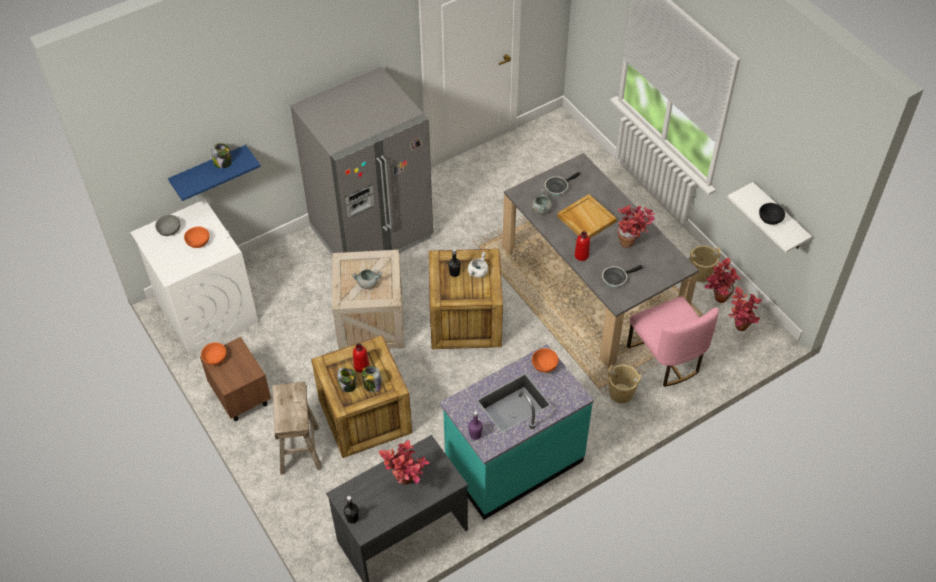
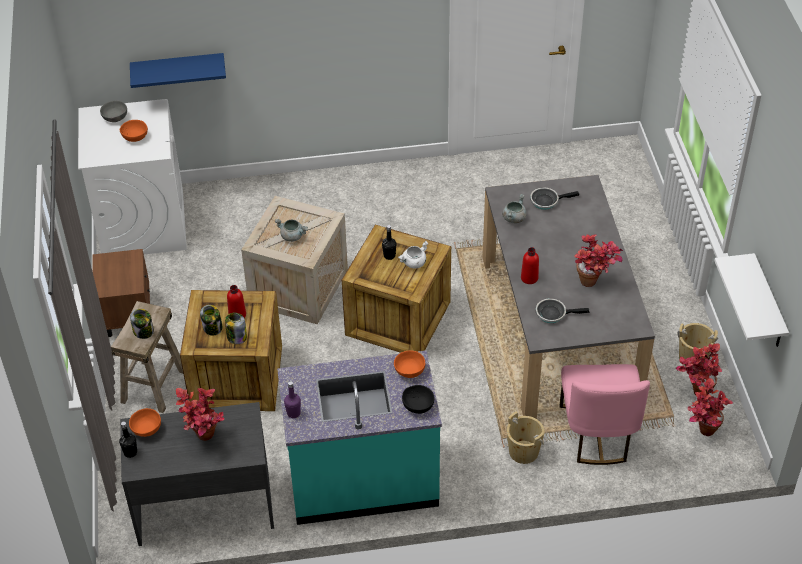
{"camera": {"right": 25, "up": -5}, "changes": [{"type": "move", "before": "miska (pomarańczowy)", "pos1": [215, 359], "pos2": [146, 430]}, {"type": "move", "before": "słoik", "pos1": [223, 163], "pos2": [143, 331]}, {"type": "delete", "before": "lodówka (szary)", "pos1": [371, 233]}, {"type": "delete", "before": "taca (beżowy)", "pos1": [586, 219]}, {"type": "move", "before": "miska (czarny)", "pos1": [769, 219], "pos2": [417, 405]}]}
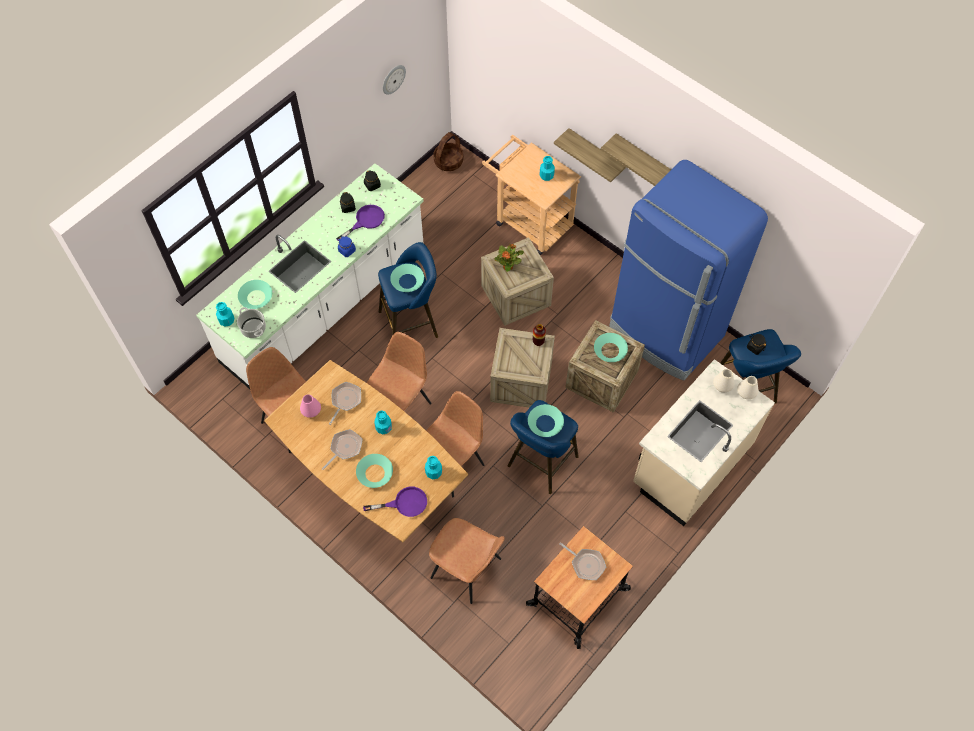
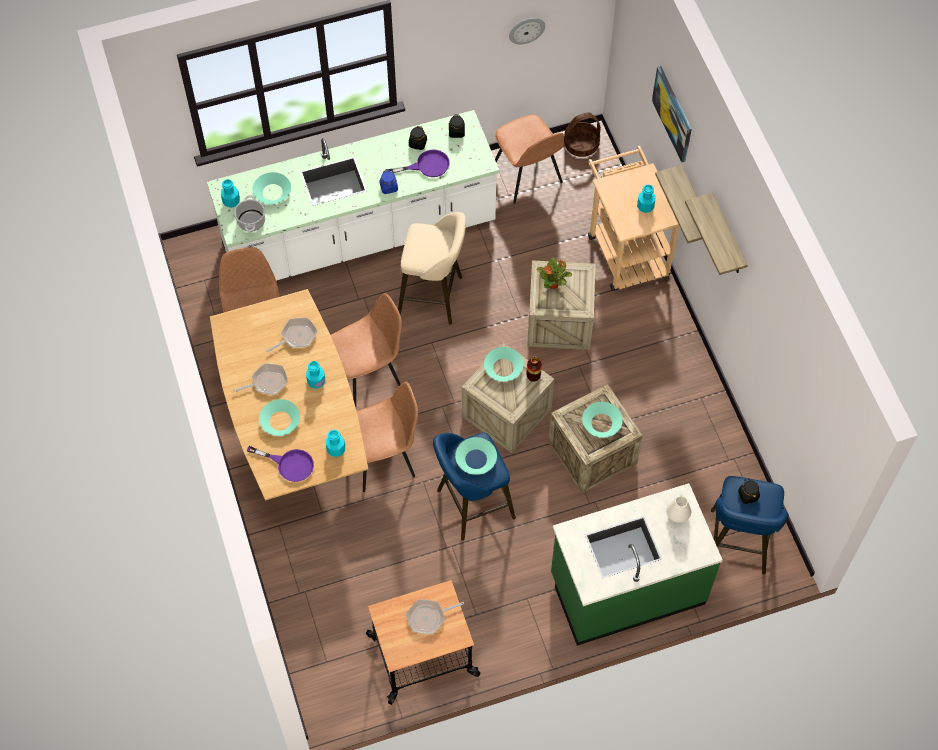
{"camera": {"right": 30, "up": 0}, "changes": [{"type": "delete", "before": "wazon (różowy)", "pos1": [311, 411]}, {"type": "recolor", "before": "stołek (niebieski)", "after": "stołek (beżowy)", "pos1": [412, 323], "pos2": [434, 296]}, {"type": "move", "before": "miska (turkusowy)", "pos1": [407, 281], "pos2": [503, 367]}, {"type": "move", "before": "krzesło (brązowy)", "pos1": [467, 569], "pos2": [527, 177]}, {"type": "rotate", "before": "patelnia", "pos1": [586, 564], "pos2": [429, 617], "turn": 90}, {"type": "delete", "before": "lodówka (niebieski)", "pos1": [666, 332]}, {"type": "recolor", "before": "zabudowa kuchenna (beżowy)", "after": "zabudowa kuchenna (zielony)", "pos1": [690, 464], "pos2": [626, 588]}, {"type": "delete", "before": "wazon (biały)", "pos1": [746, 393]}, {"type": "insert", "after": "obraz", "pos2": [673, 114]}]}
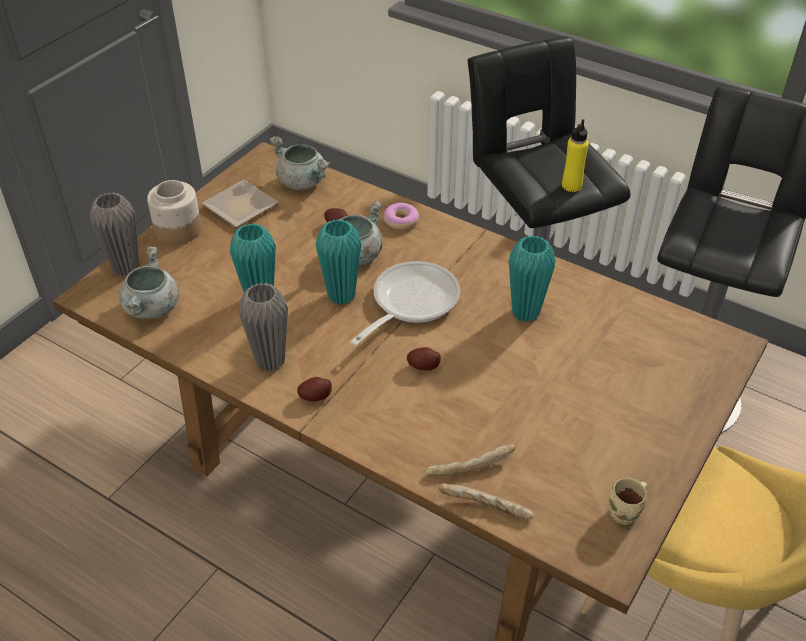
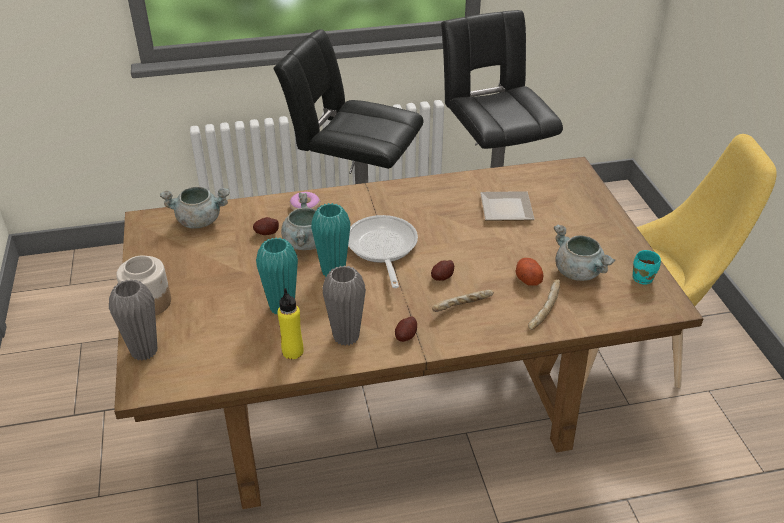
{"camera": {"right": -45, "up": -5}, "changes": [{"type": "move", "before": "garnek (szary)", "pos1": [153, 308], "pos2": [579, 272]}, {"type": "move", "before": "talerz", "pos1": [240, 208], "pos2": [508, 210]}, {"type": "move", "before": "chleb", "pos1": [485, 508], "pos2": [463, 306]}, {"type": "delete", "before": "wazon (turkusowy)", "pos1": [525, 312]}, {"type": "move", "before": "butelka (żółty)", "pos1": [571, 186], "pos2": [292, 351]}, {"type": "recolor", "before": "kubek (beżowy)", "after": "kubek (turkusowy)", "pos1": [626, 514], "pos2": [643, 278]}, {"type": "insert", "after": "ziemniak", "pos2": [527, 278]}]}
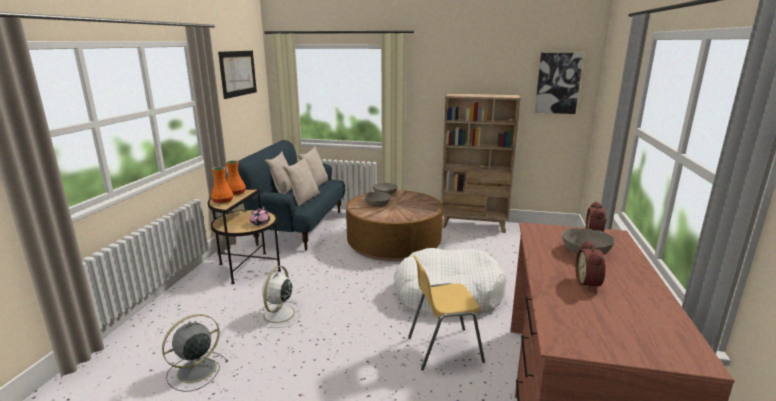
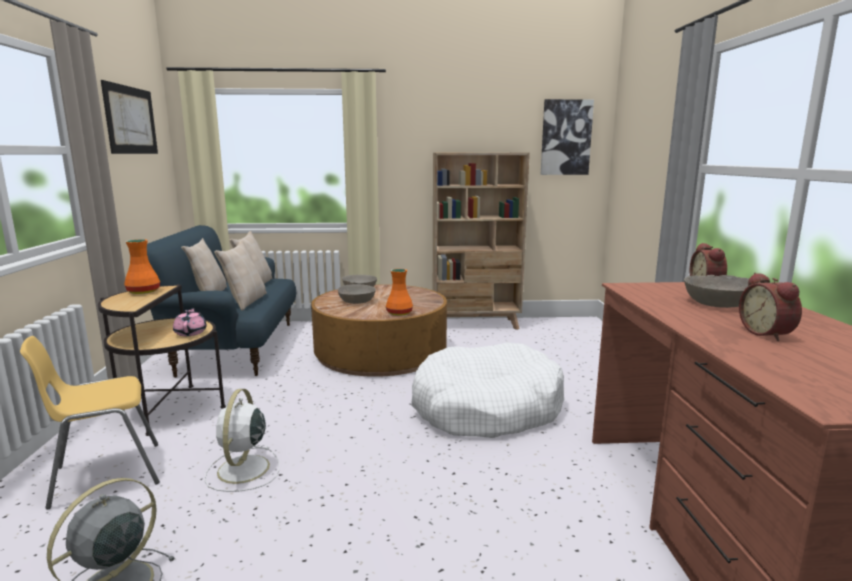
{"camera": {"right": -15, "up": -5}, "changes": [{"type": "move", "before": "wazon (pomarańczowy)", "pos1": [222, 201], "pos2": [398, 313]}, {"type": "move", "before": "krzesło (żółty)", "pos1": [443, 349], "pos2": [106, 475]}]}
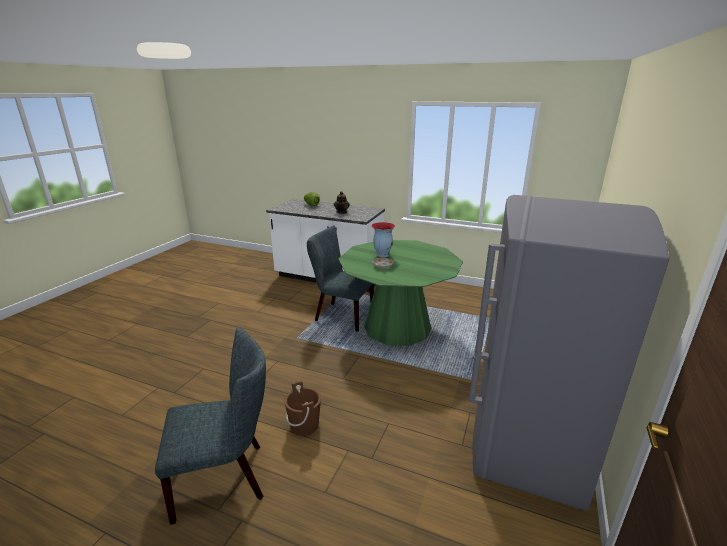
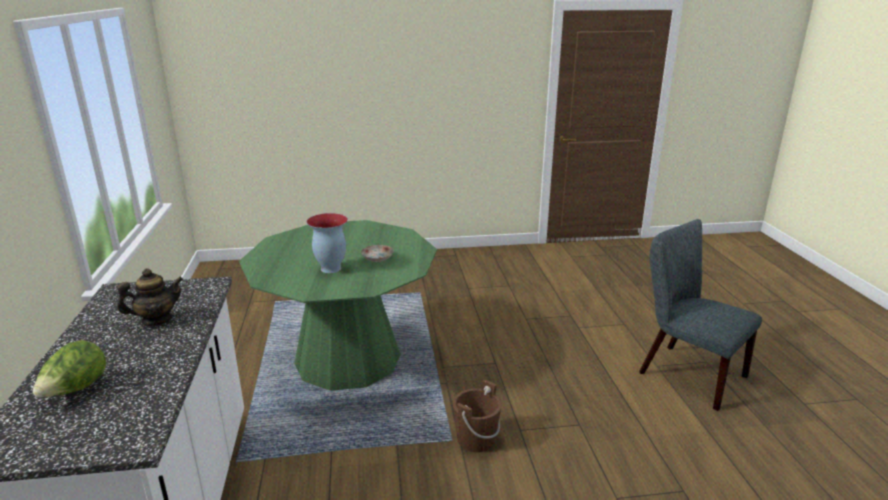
{"camera": {"right": -120, "up": 0}, "changes": [{"type": "move", "before": "wiadro (brązowy)", "pos1": [304, 425], "pos2": [476, 439]}, {"type": "delete", "before": "krzesło (szary)", "pos1": [340, 315]}, {"type": "delete", "before": "lodówka (szary)", "pos1": [527, 444]}]}
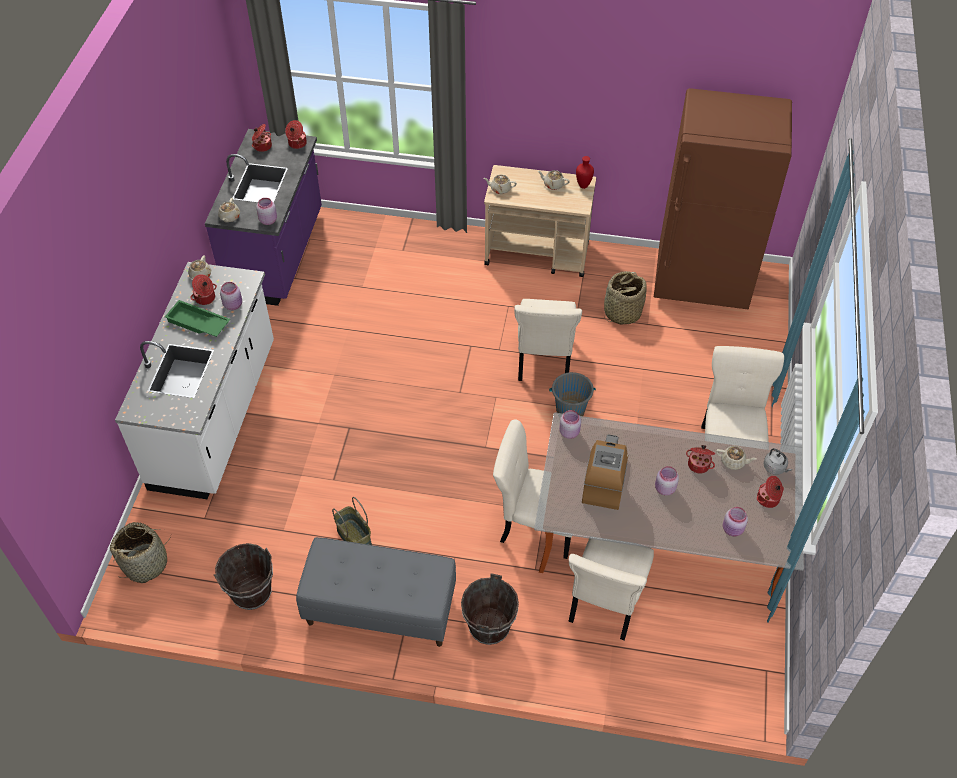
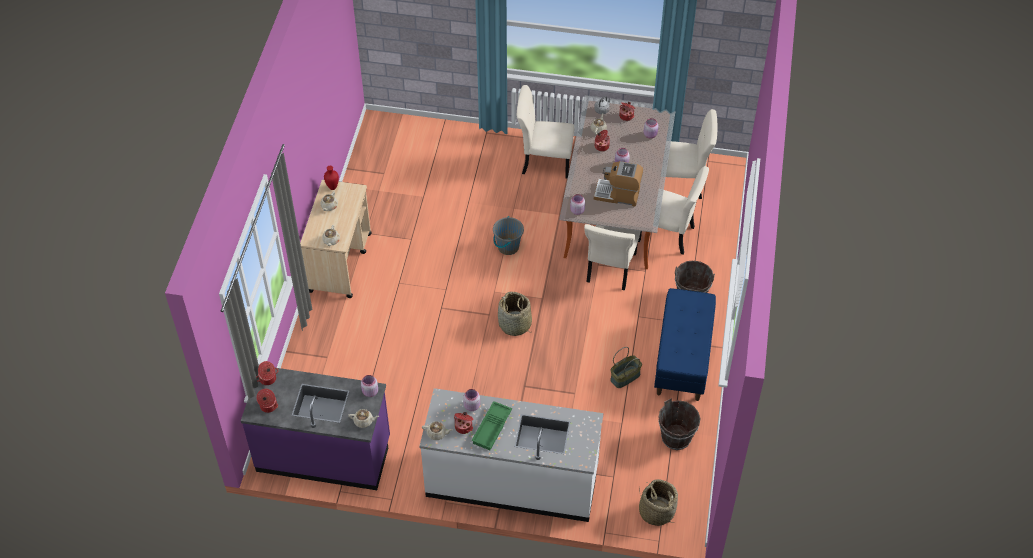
{"camera": {"right": -90, "up": 0}, "changes": [{"type": "recolor", "before": "ławka (szary)", "after": "ławka (niebieski)", "pos1": [380, 609], "pos2": [683, 358]}, {"type": "move", "before": "krzesło (beżowy)", "pos1": [543, 361], "pos2": [681, 184]}, {"type": "move", "before": "koszyk", "pos1": [622, 312], "pos2": [515, 324]}, {"type": "delete", "before": "lodówka (brązowy)", "pos1": [701, 283]}]}
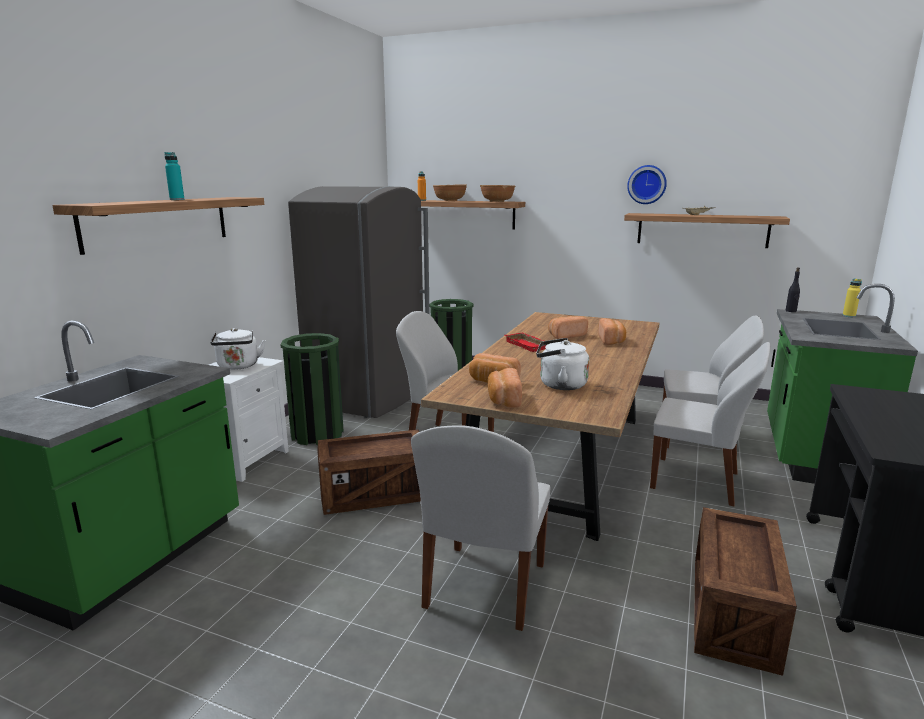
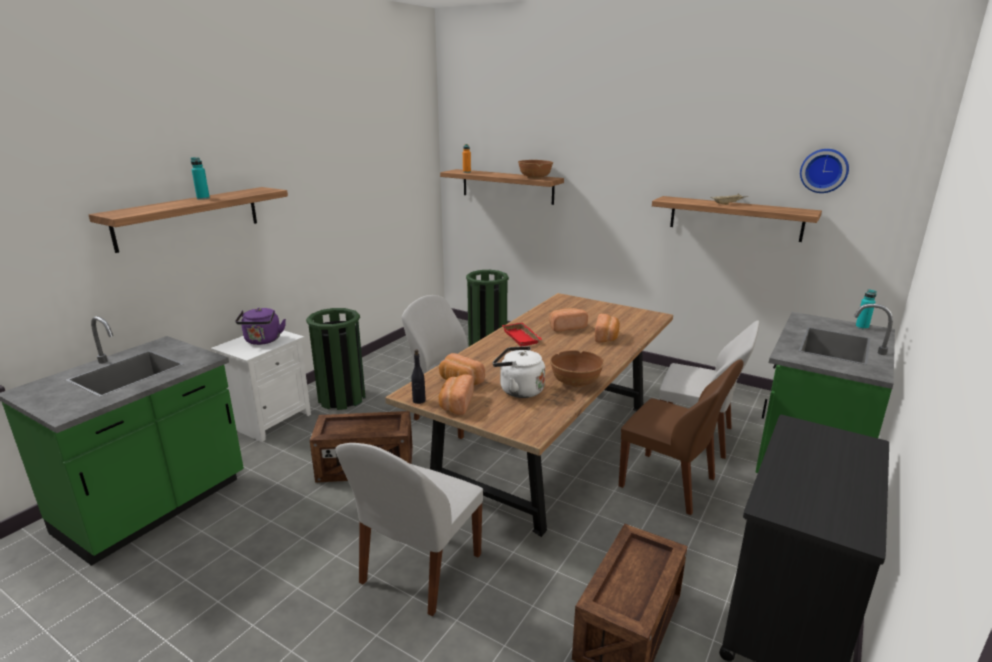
{"camera": {"right": 10, "up": 5}, "changes": [{"type": "recolor", "before": "czajnik (biały)", "after": "czajnik (fioletowy)", "pos1": [238, 366], "pos2": [262, 341]}, {"type": "delete", "before": "lodówka (szary)", "pos1": [370, 396]}, {"type": "move", "before": "miska (brązowy)", "pos1": [449, 201], "pos2": [575, 382]}, {"type": "move", "before": "zegar ścienny", "pos1": [647, 184], "pos2": [824, 170]}, {"type": "recolor", "before": "krzesło (biały)", "after": "krzesło (brązowy)", "pos1": [698, 481], "pos2": [670, 484]}, {"type": "move", "before": "butelka (czarny)", "pos1": [791, 311], "pos2": [419, 401]}, {"type": "recolor", "before": "butelka (żółty)", "after": "butelka (turkusowy)", "pos1": [849, 316], "pos2": [862, 327]}]}
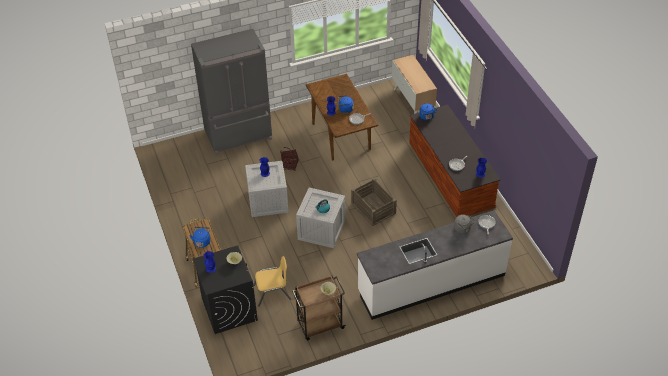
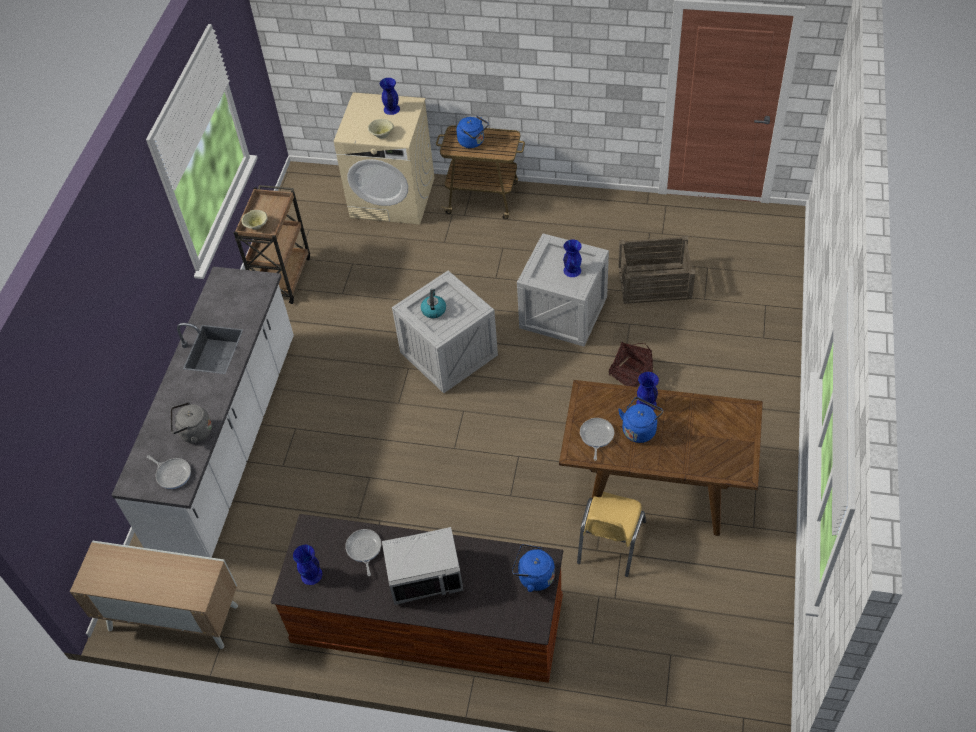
{"camera": {"right": 125, "up": 5}, "changes": [{"type": "delete", "before": "lodówka (szary)", "pos1": [239, 136]}, {"type": "recolor", "before": "pralka (czarny)", "after": "pralka (beżowy)", "pos1": [229, 309], "pos2": [393, 197]}, {"type": "move", "before": "krzesło (żółty)", "pos1": [272, 292], "pos2": [610, 542]}, {"type": "move", "before": "skrzynka", "pos1": [373, 208], "pos2": [655, 282]}, {"type": "move", "before": "szafka", "pos1": [412, 102], "pos2": [172, 618]}, {"type": "insert", "after": "mikrofalówka (szary)", "pos2": [425, 575]}]}
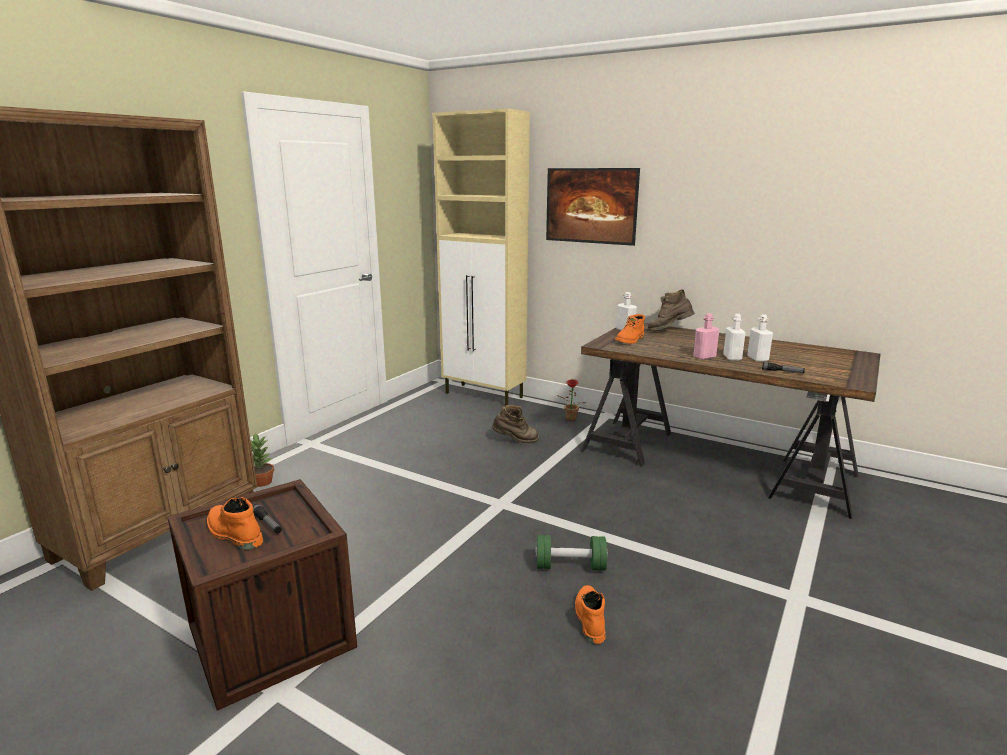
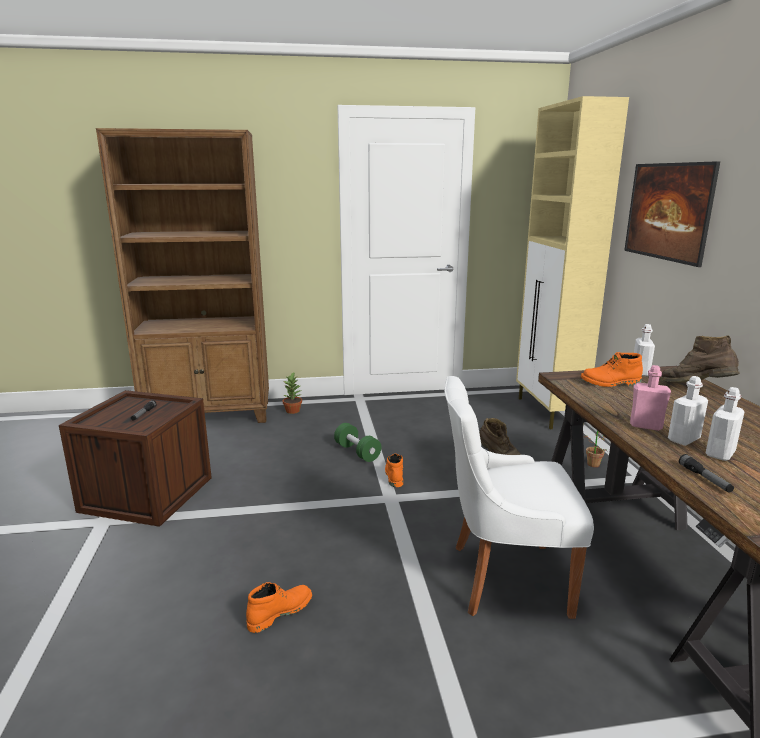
{"camera": {"right": 50, "up": 0}, "changes": [{"type": "move", "before": "but z cholewką (pomarańczowy)", "pos1": [233, 534], "pos2": [394, 475]}, {"type": "move", "before": "hantel (zielony)", "pos1": [570, 566], "pos2": [357, 452]}, {"type": "insert", "after": "krzesło (biały)", "pos2": [504, 578]}]}
